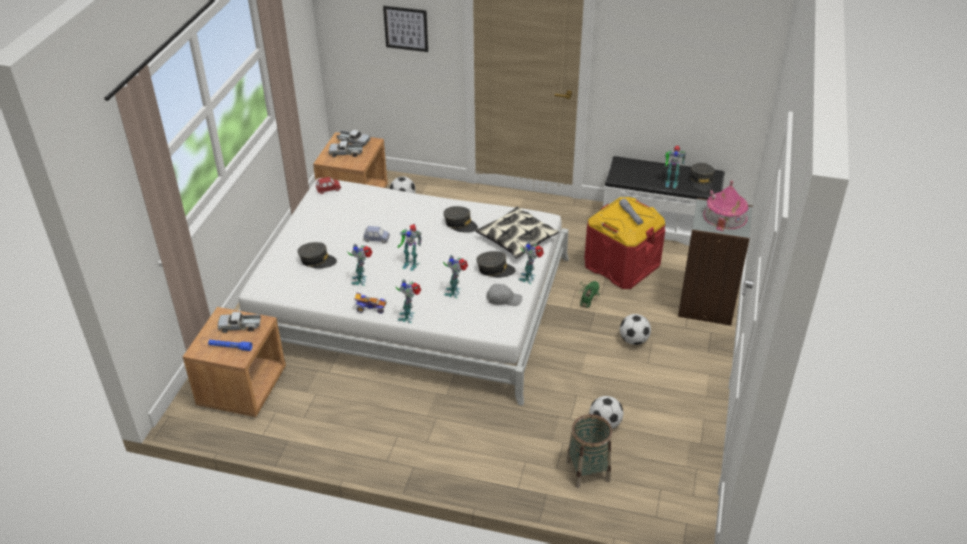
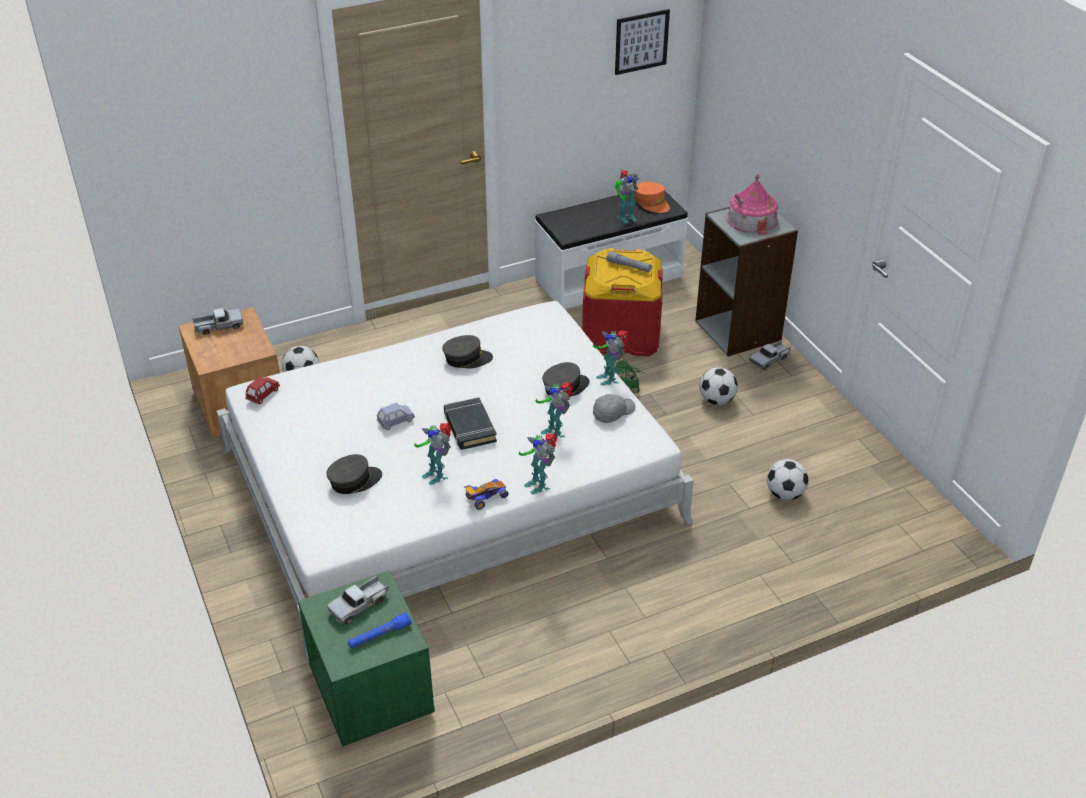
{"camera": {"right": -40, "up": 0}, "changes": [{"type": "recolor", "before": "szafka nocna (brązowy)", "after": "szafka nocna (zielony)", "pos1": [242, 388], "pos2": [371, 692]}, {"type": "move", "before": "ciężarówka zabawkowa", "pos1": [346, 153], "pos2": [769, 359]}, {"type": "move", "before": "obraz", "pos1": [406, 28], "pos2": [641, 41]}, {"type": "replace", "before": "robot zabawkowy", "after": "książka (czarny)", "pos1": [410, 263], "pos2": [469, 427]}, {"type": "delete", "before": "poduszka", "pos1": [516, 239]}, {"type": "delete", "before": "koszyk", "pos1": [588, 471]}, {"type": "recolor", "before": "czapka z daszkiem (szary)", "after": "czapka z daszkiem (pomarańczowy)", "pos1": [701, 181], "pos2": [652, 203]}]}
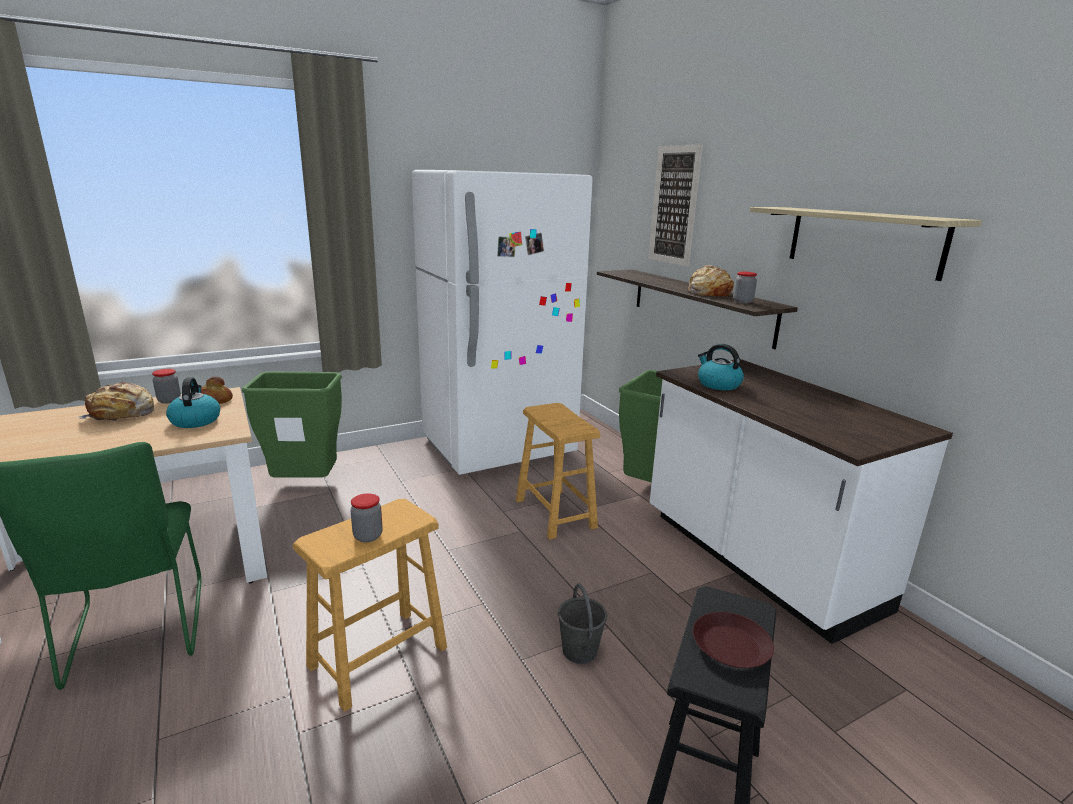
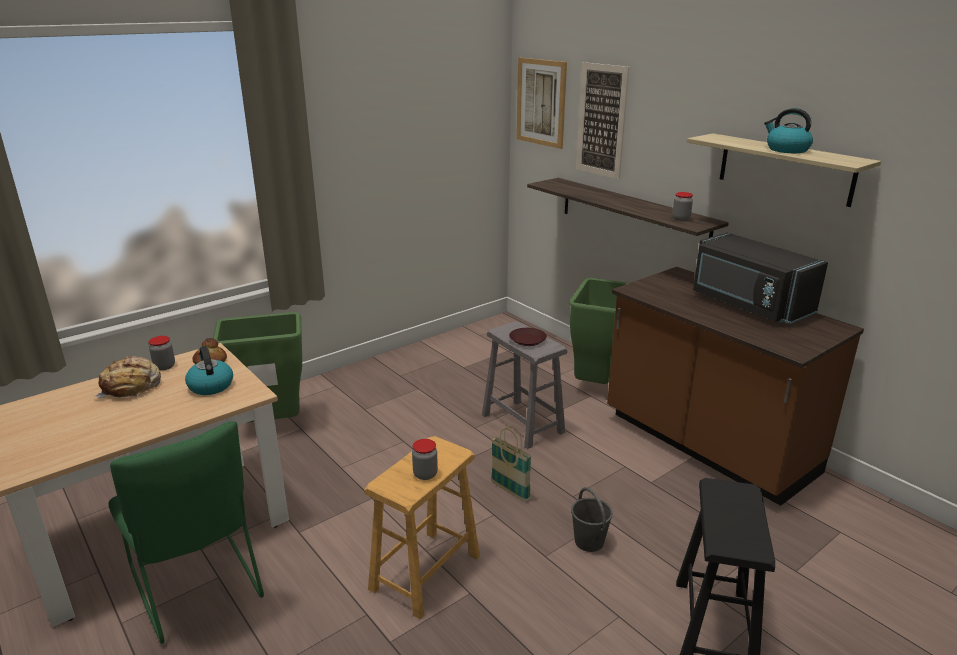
{"camera": {"right": -10, "up": 5}, "changes": [{"type": "delete", "before": "lodówka (biały)", "pos1": [498, 448]}, {"type": "recolor", "before": "stołek (brązowy)", "after": "stołek (szary)", "pos1": [555, 514], "pos2": [522, 424]}, {"type": "recolor", "before": "zabudowa kuchenna (biały)", "after": "zabudowa kuchenna (brązowy)", "pos1": [756, 561], "pos2": [707, 445]}, {"type": "delete", "before": "chleb", "pos1": [708, 292]}, {"type": "move", "before": "talerz (brązowy)", "pos1": [731, 646], "pos2": [528, 340]}, {"type": "move", "before": "czajnik", "pos1": [718, 384], "pos2": [786, 150]}, {"type": "insert", "after": "koszyk", "pos2": [510, 491]}, {"type": "insert", "after": "obraz", "pos2": [541, 102]}, {"type": "insert", "after": "mikrofalówka (czarny)", "pos2": [748, 304]}]}
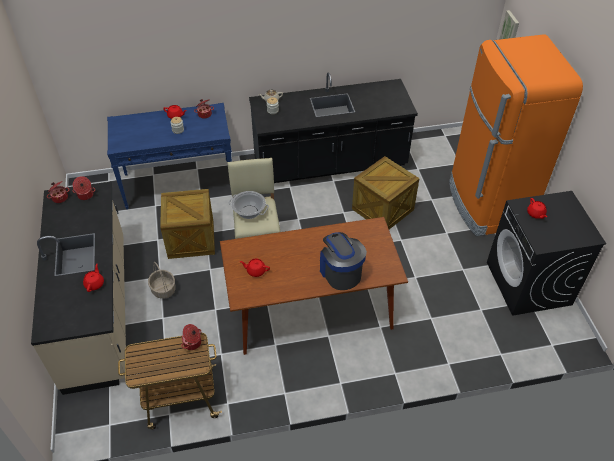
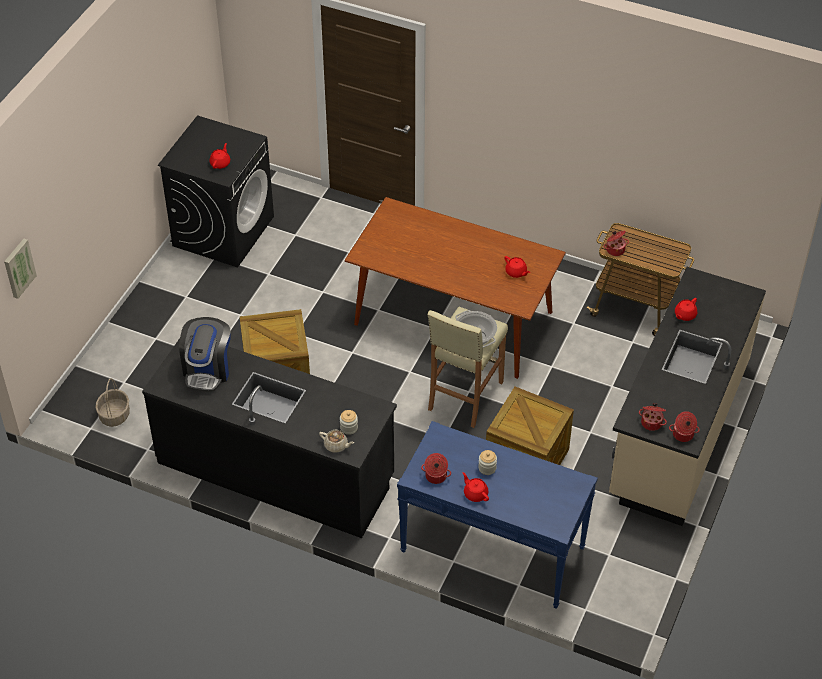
{"camera": {"right": -145, "up": 0}, "changes": [{"type": "move", "before": "koszyk", "pos1": [163, 289], "pos2": [115, 415]}, {"type": "move", "before": "ekspres do kawy", "pos1": [340, 272], "pos2": [208, 369]}, {"type": "delete", "before": "lodówka (pomarańczowy)", "pos1": [487, 204]}]}
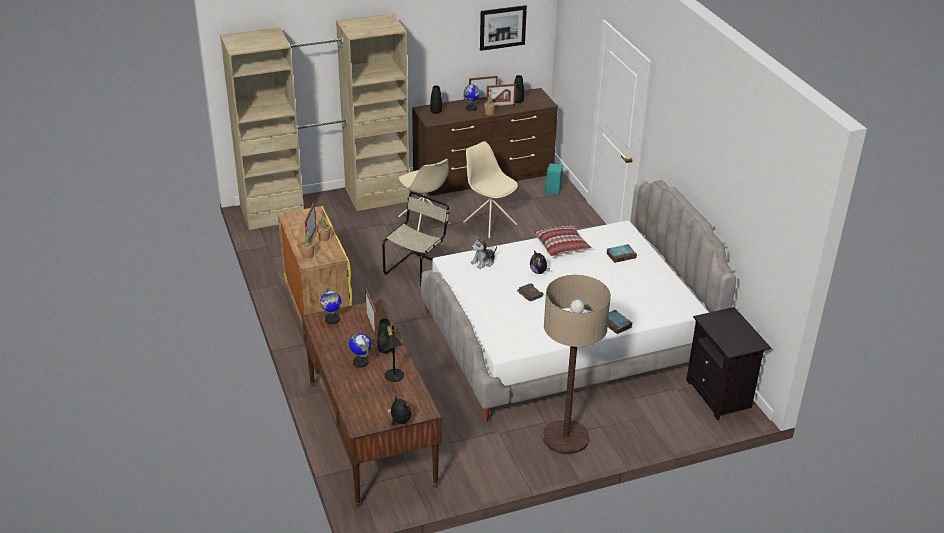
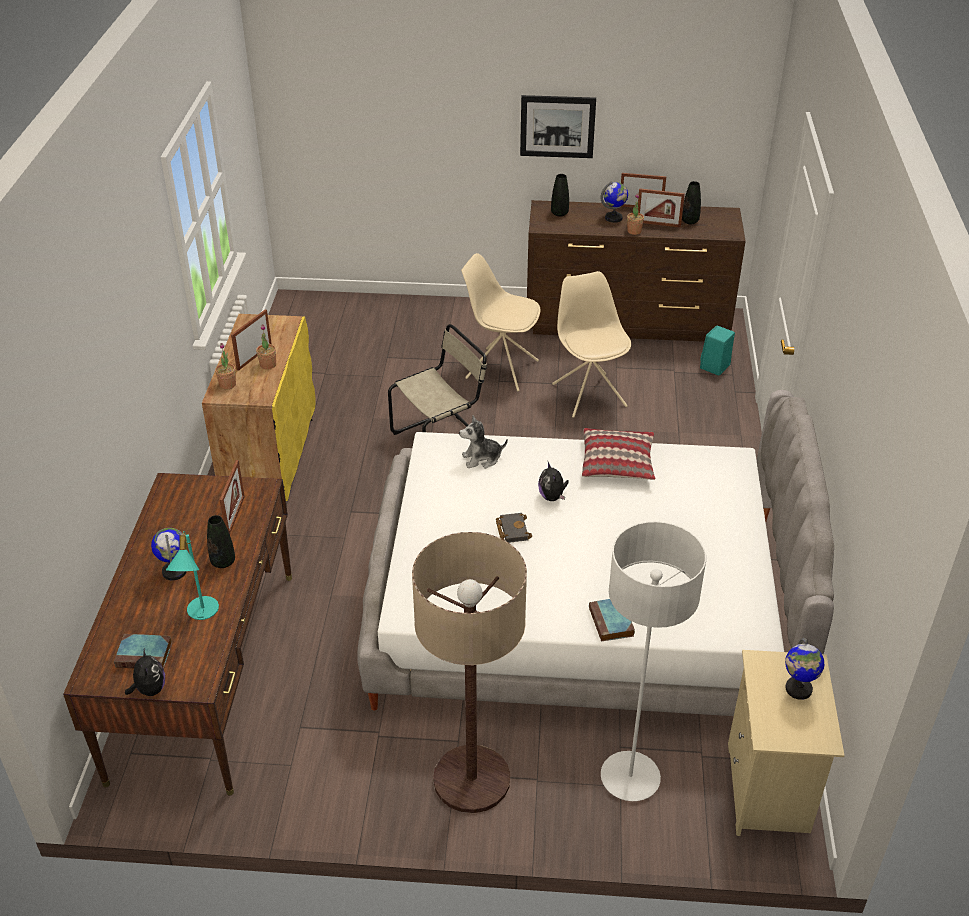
{"camera": {"right": 25, "up": 5}, "changes": [{"type": "delete", "before": "szafa (beżowy)", "pos1": [326, 204]}, {"type": "move", "before": "globus", "pos1": [332, 319], "pos2": [798, 689]}, {"type": "recolor", "before": "lampa stołowa (czarny)", "after": "lampa stołowa (turkusowy)", "pos1": [394, 378], "pos2": [199, 612]}, {"type": "rotate", "before": "krzesło (beżowy)", "pos1": [424, 221], "pos2": [500, 369], "turn": 120}, {"type": "move", "before": "obraz", "pos1": [502, 27], "pos2": [557, 126]}, {"type": "move", "before": "książka", "pos1": [621, 255], "pos2": [145, 654]}, {"type": "recolor", "before": "szafka nocna (czarny)", "after": "szafka nocna (beżowy)", "pos1": [720, 395], "pos2": [769, 791]}, {"type": "insert", "after": "lampa stojąca (szary)", "pos2": [630, 778]}]}
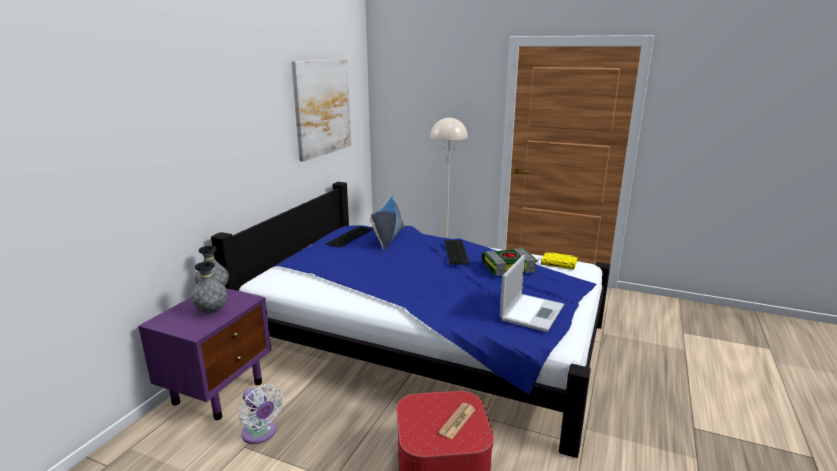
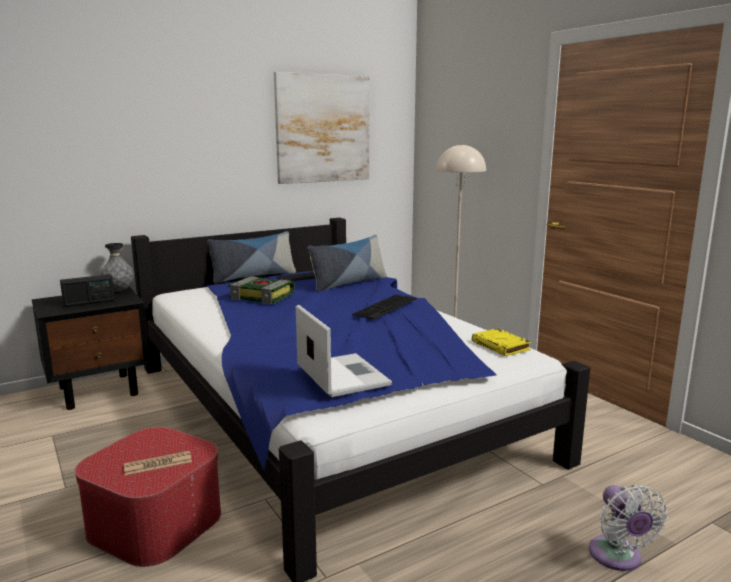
{"camera": {"right": 35, "up": -5}, "changes": [{"type": "recolor", "before": "szafka nocna (fioletowy)", "after": "szafka nocna (czarny)", "pos1": [219, 391], "pos2": [100, 390]}, {"type": "replace", "before": "wazon (szary)", "after": "radio", "pos1": [212, 311], "pos2": [89, 302]}, {"type": "move", "before": "wentylator (biały)", "pos1": [260, 434], "pos2": [617, 558]}, {"type": "move", "before": "książka", "pos1": [508, 266], "pos2": [263, 296]}, {"type": "rotate", "before": "laptop", "pos1": [532, 312], "pos2": [341, 375], "turn": -90}, {"type": "insert", "after": "poduszka", "pos2": [253, 276]}]}
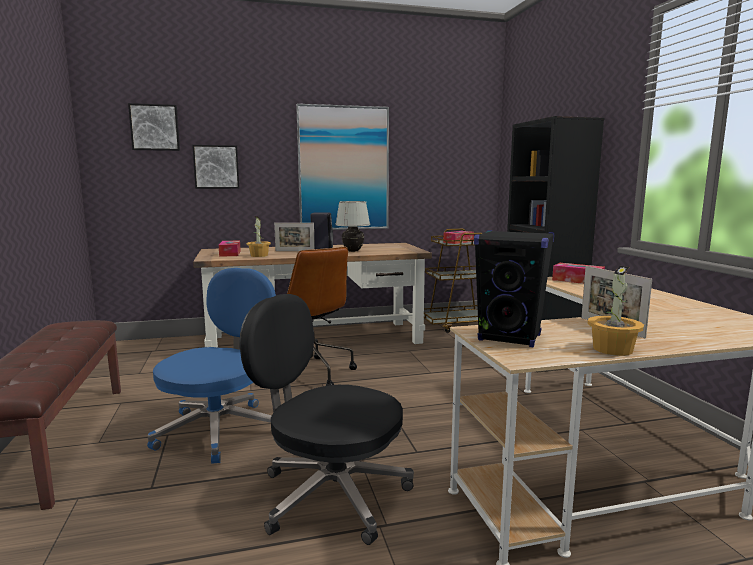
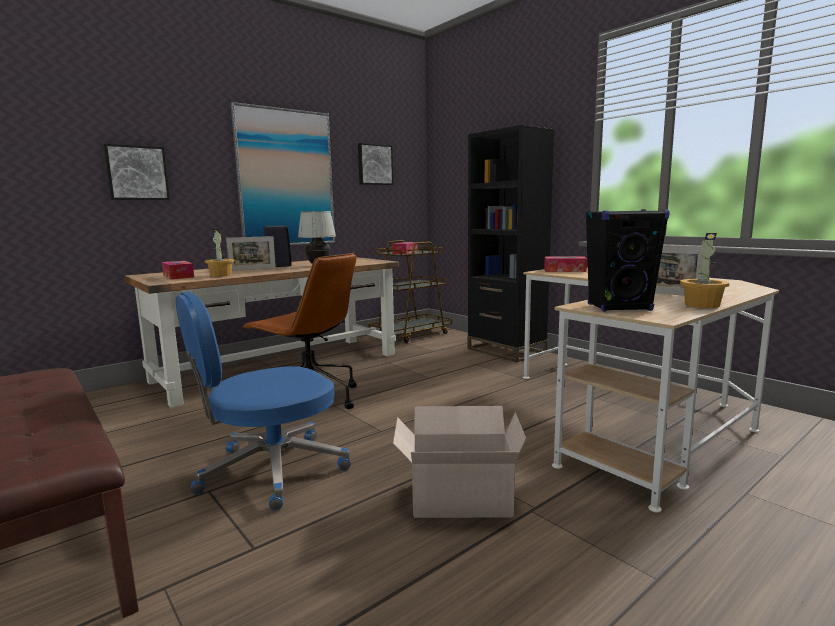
{"camera": {"right": -25, "up": 0}, "changes": [{"type": "move", "before": "obraz", "pos1": [155, 127], "pos2": [374, 164]}, {"type": "rotate", "before": "krzesło biurowe (niebieski)", "pos1": [220, 429], "pos2": [270, 471], "turn": -120}, {"type": "replace", "before": "krzesło biurowe (czarny)", "after": "karton", "pos1": [330, 494], "pos2": [457, 498]}]}
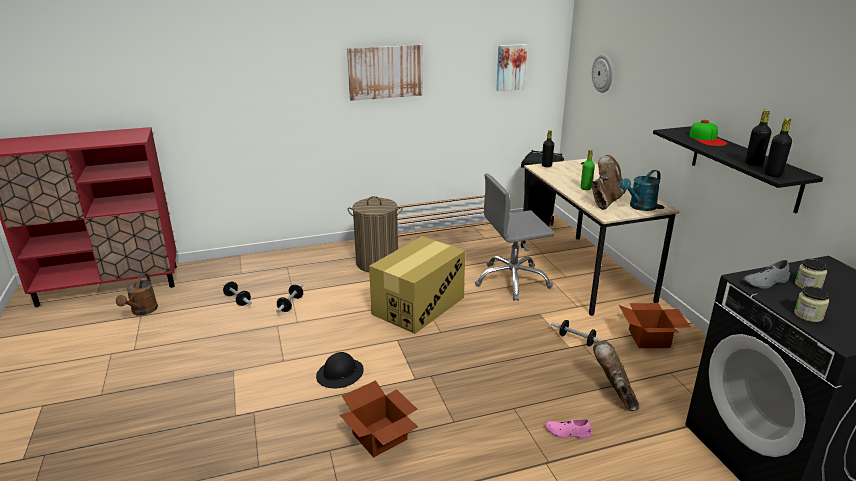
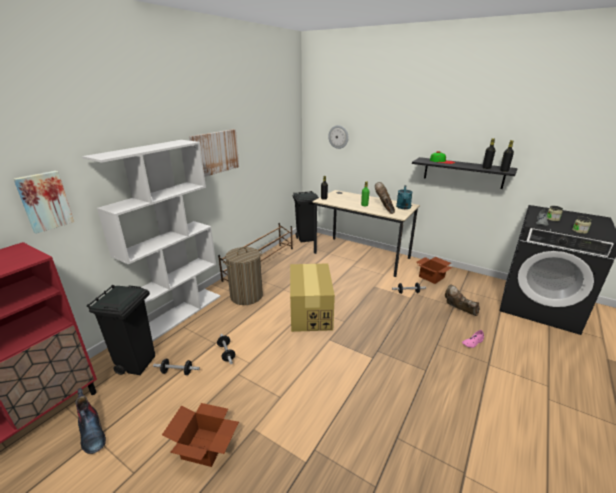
{"camera": {"right": -40, "up": 0}, "changes": [{"type": "replace", "before": "konewka (brązowy)", "after": "but z cholewką", "pos1": [142, 311], "pos2": [92, 432]}, {"type": "delete", "before": "kask (czarny)", "pos1": [340, 374]}, {"type": "move", "before": "karton", "pos1": [380, 438], "pos2": [205, 447]}, {"type": "delete", "before": "krzesło biurowe (szary)", "pos1": [512, 281]}, {"type": "move", "before": "obraz", "pos1": [510, 67], "pos2": [44, 201]}, {"type": "insert", "after": "regał (biały)", "pos2": [180, 313]}, {"type": "insert", "after": "kosz na śmieci (czarny)", "pos2": [137, 363]}]}
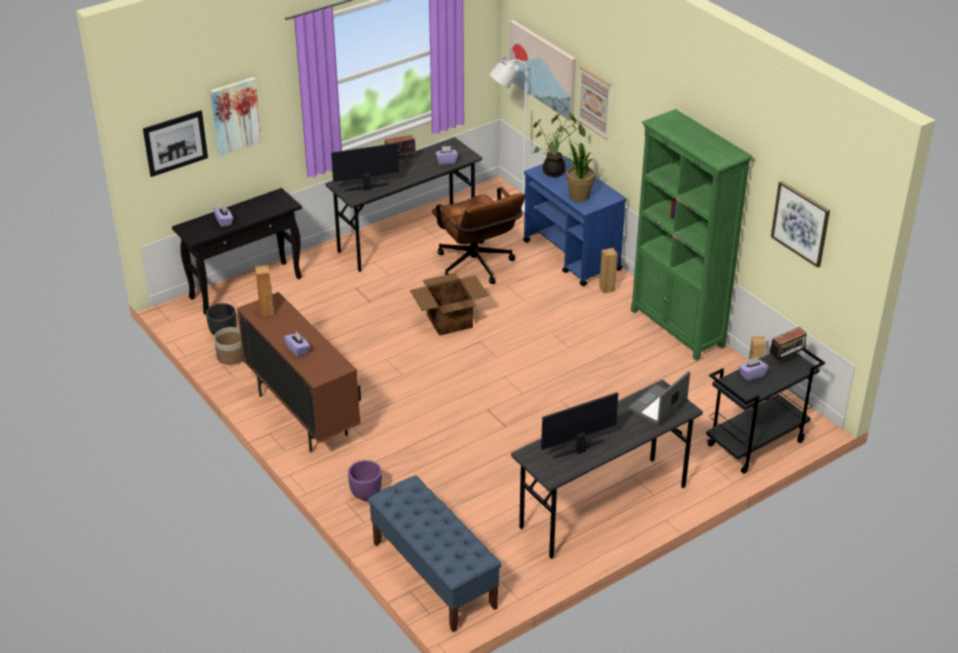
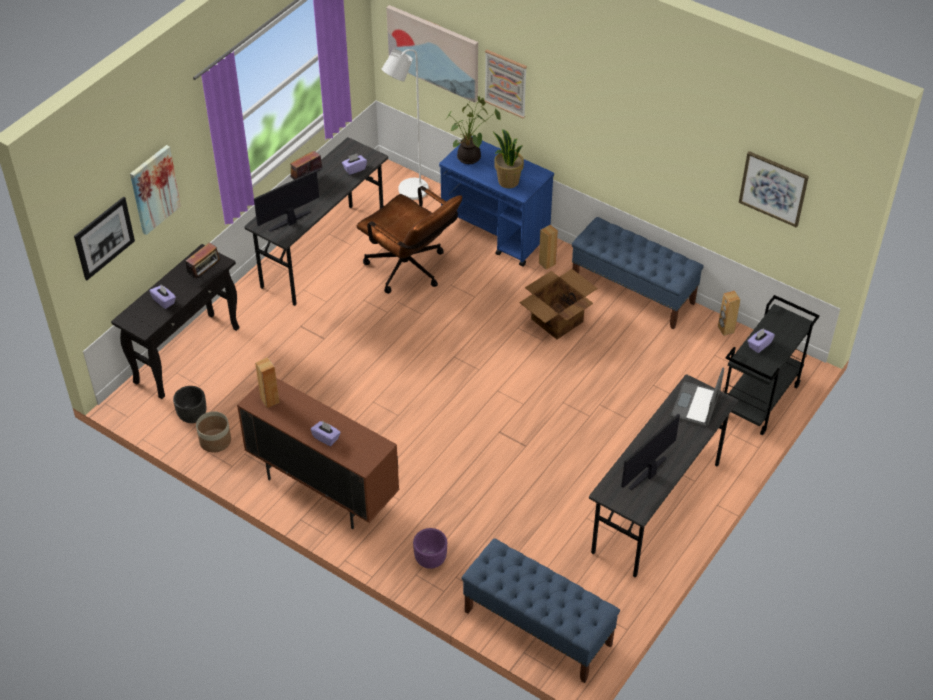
{"camera": {"right": -20, "up": 10}, "changes": [{"type": "move", "before": "karton", "pos1": [449, 321], "pos2": [556, 320]}, {"type": "replace", "before": "regał (zielony)", "after": "ławka (niebieski)", "pos1": [677, 328], "pos2": [633, 292]}, {"type": "move", "before": "radio", "pos1": [786, 359], "pos2": [205, 274]}]}
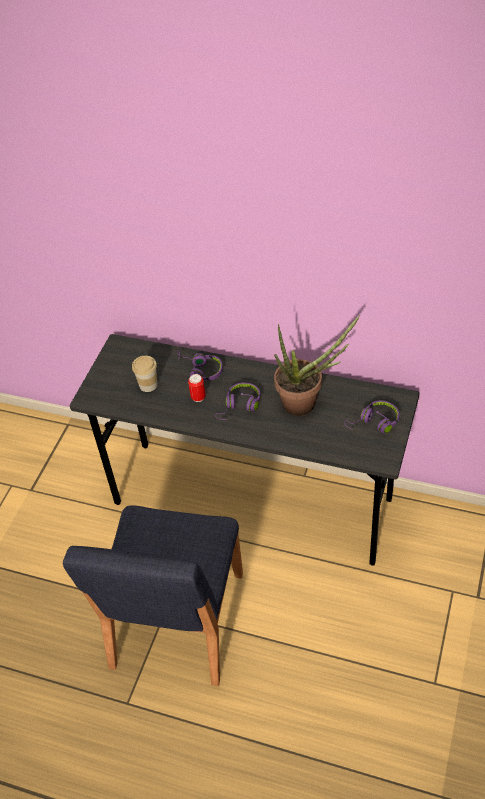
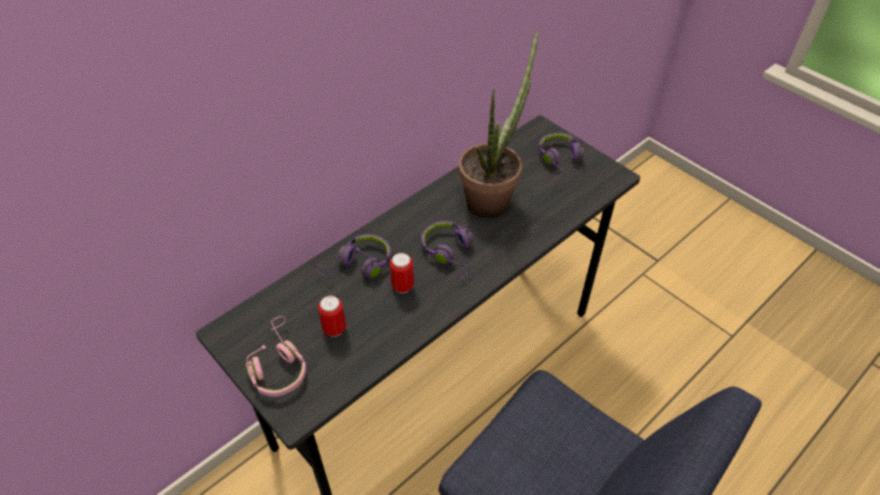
{"camera": {"right": -65, "up": 0}, "changes": [{"type": "replace", "before": "filiżanka", "after": "puszka", "pos1": [148, 385], "pos2": [334, 329]}, {"type": "insert", "after": "słuchawki (różowy)", "pos2": [277, 366]}]}
